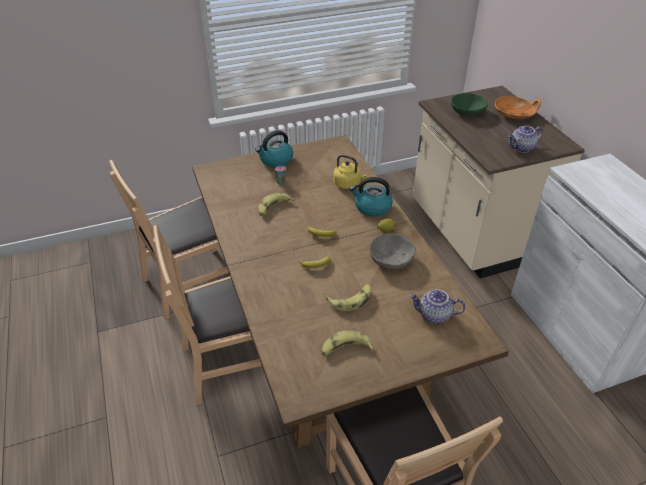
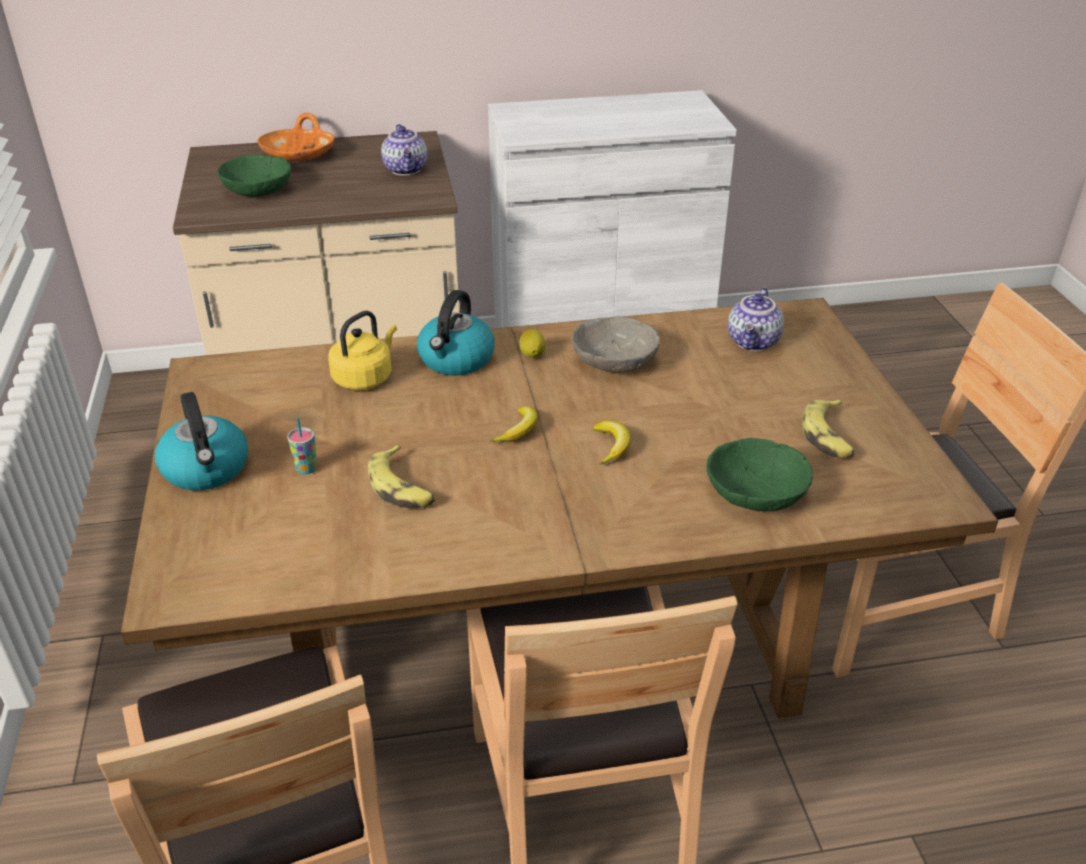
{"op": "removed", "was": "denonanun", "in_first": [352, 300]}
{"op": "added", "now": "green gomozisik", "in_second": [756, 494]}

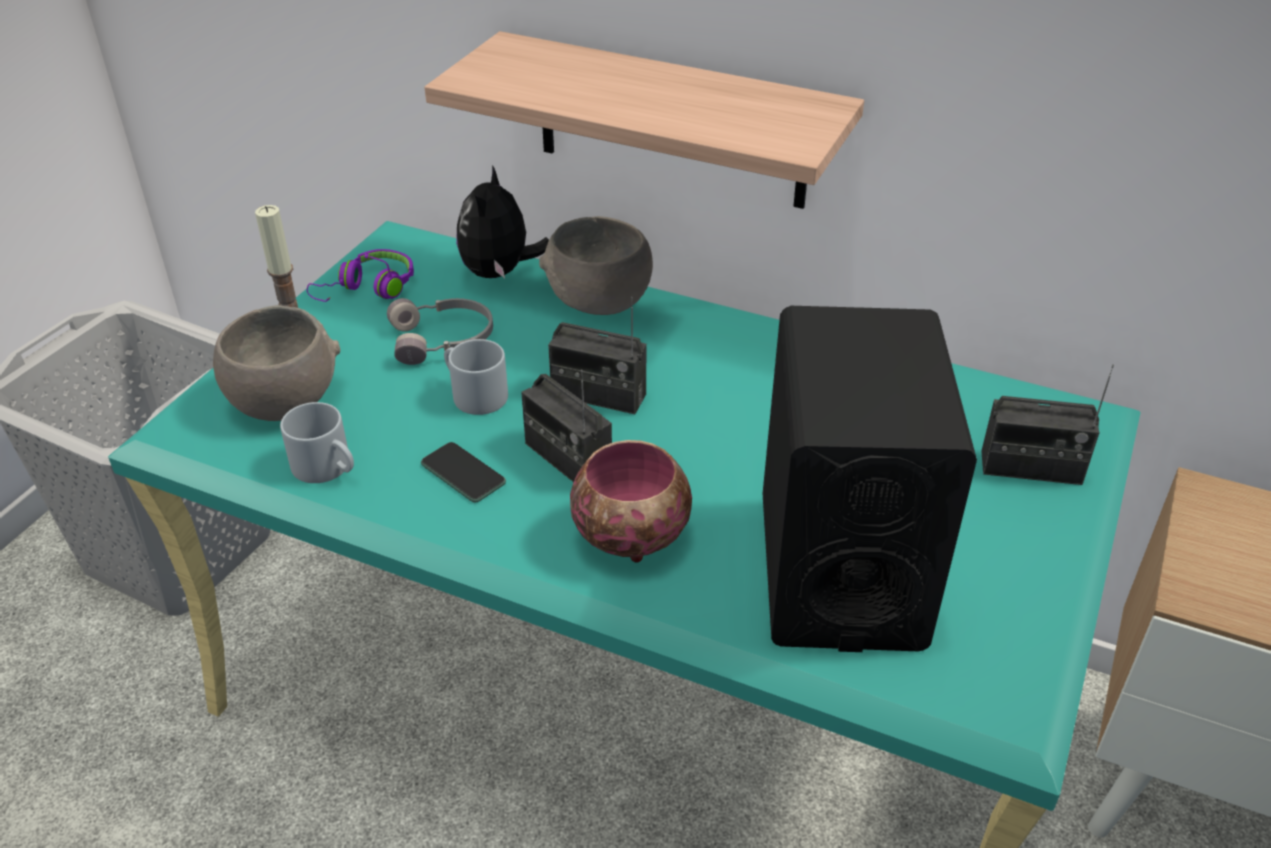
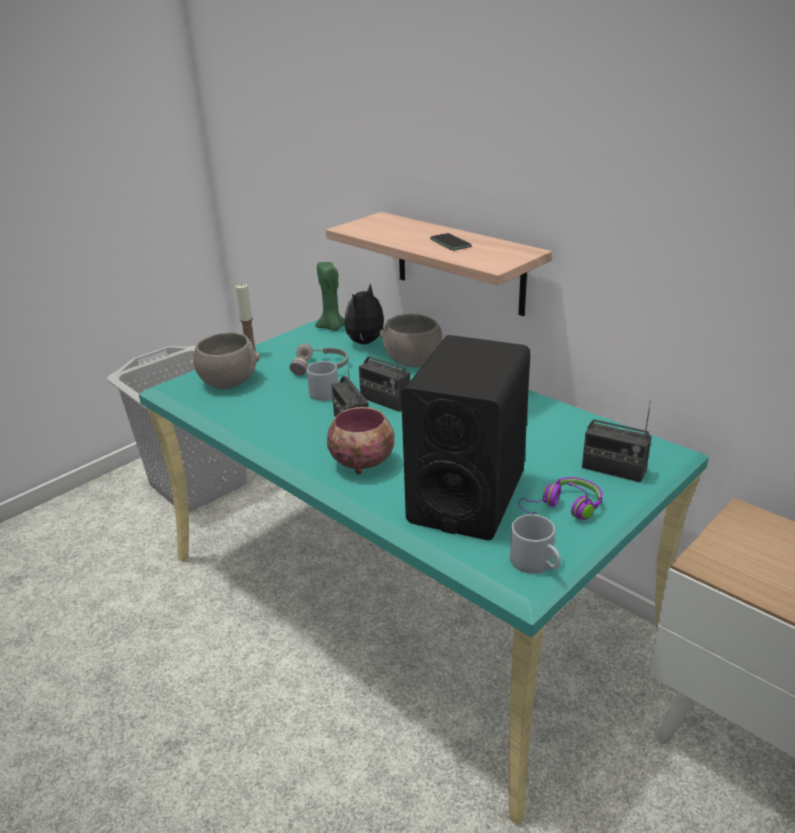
{"op": "added", "now": "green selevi", "in_second": [332, 328]}
{"op": "moved", "was": "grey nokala", "in_first": [329, 467], "in_second": [537, 563]}
{"op": "moved", "was": "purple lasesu", "in_first": [369, 289], "in_second": [564, 508]}
{"op": "moved", "was": "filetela", "in_first": [463, 473], "in_second": [450, 243]}

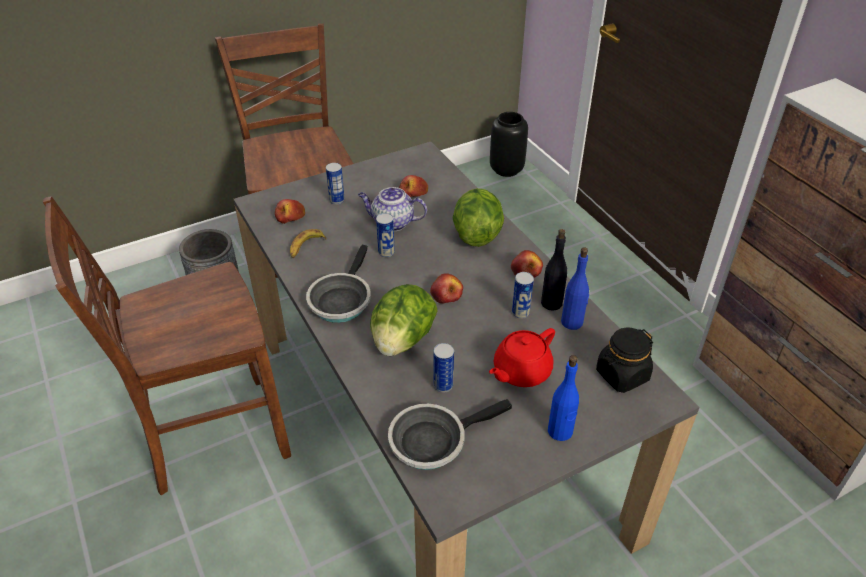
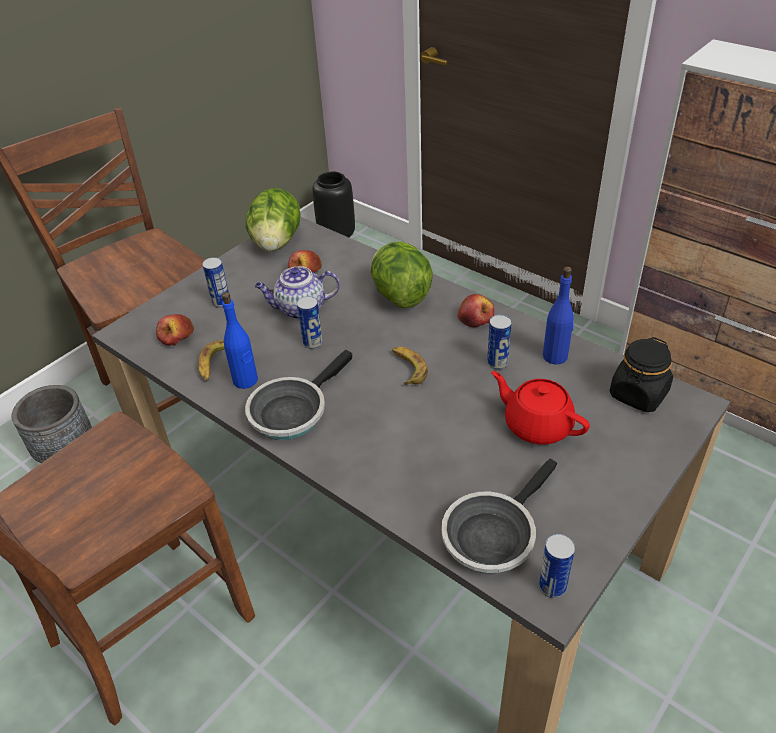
{"op": "removed", "was": "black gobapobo", "in_first": [551, 303]}
{"op": "moved", "was": "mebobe", "in_first": [402, 340], "in_second": [276, 243]}
{"op": "moved", "was": "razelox", "in_first": [443, 385], "in_second": [552, 587]}
{"op": "moved", "was": "blue gobapobo", "in_first": [560, 431], "in_second": [245, 380]}
{"op": "replaced", "was": "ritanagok", "now": "denonanun", "in_first": [446, 295], "in_second": [407, 368]}
{"op": "turned", "was": "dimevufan", "in_first": [341, 300], "in_second": [292, 411], "clockwise": 45}
{"op": "turned", "was": "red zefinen", "in_first": [520, 371], "in_second": [537, 425], "clockwise": 105}

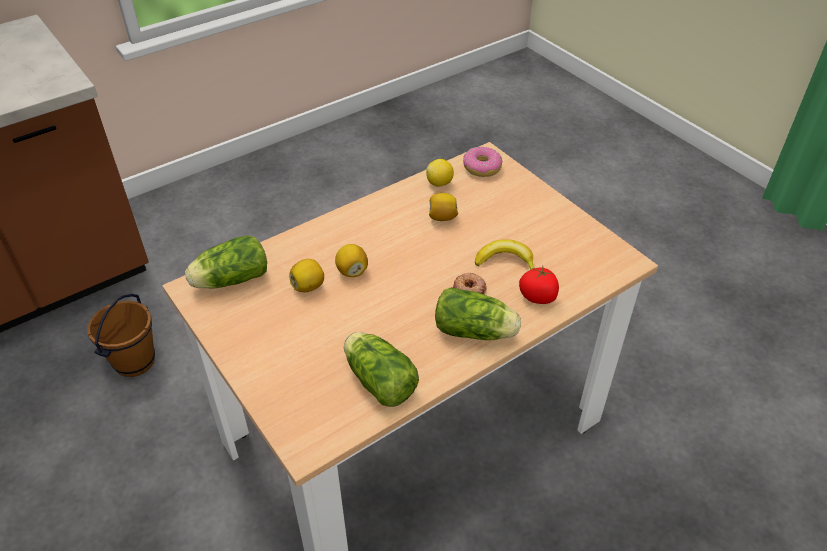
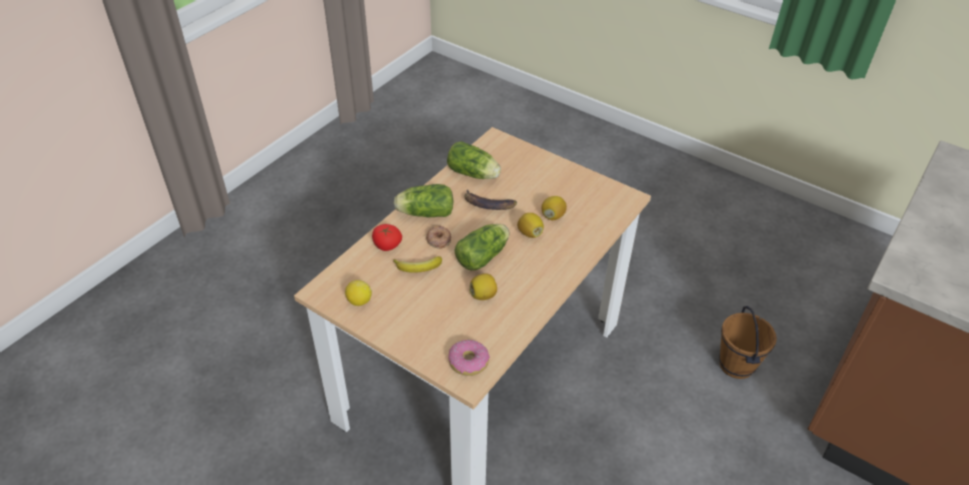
{"op": "added", "now": "denonanun", "in_second": [488, 204]}
{"op": "moved", "was": "mebobe", "in_first": [229, 280], "in_second": [484, 255]}
{"op": "moved", "was": "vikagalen", "in_first": [439, 183], "in_second": [359, 301]}

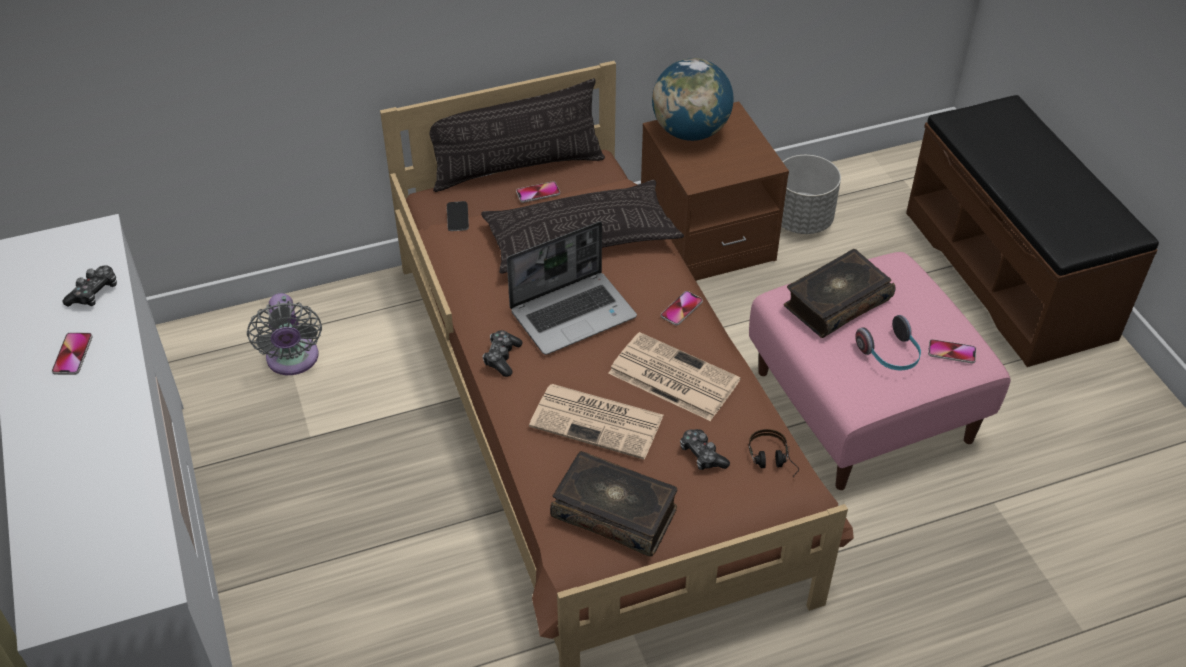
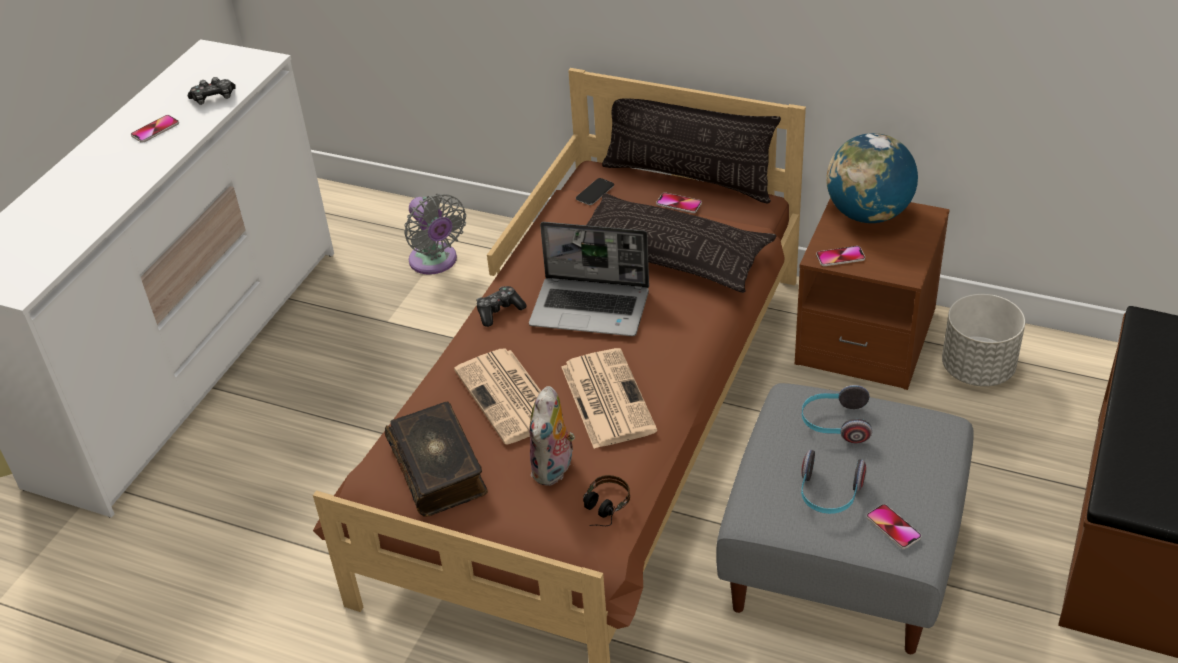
{"op": "moved", "was": "filetela", "in_first": [681, 309], "in_second": [840, 257]}
{"op": "replaced", "was": "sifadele", "now": "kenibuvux", "in_first": [702, 455], "in_second": [554, 470]}
{"op": "replaced", "was": "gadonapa", "now": "lasesu", "in_first": [836, 302], "in_second": [835, 424]}
{"op": "recoloured", "was": "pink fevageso", "now": "grey fevageso", "in_first": [861, 406], "in_second": [840, 556]}
{"op": "turned", "was": "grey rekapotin", "in_first": [293, 361], "in_second": [435, 262], "clockwise": -60}

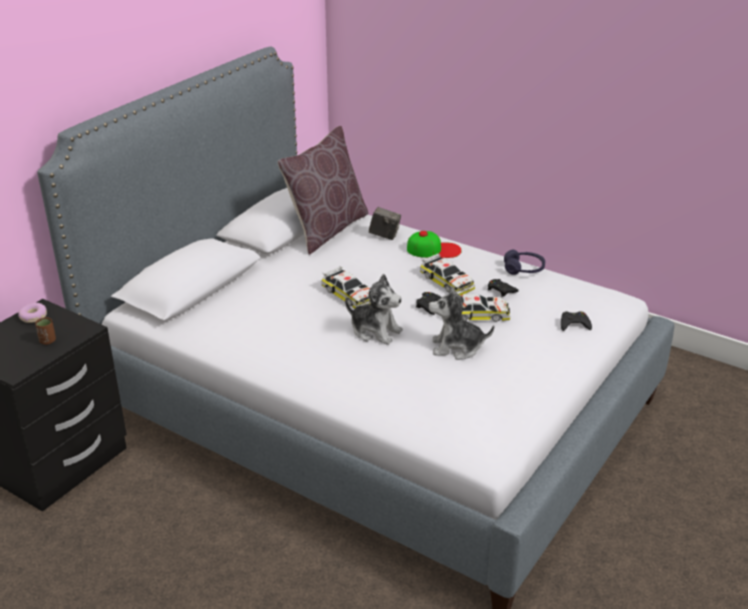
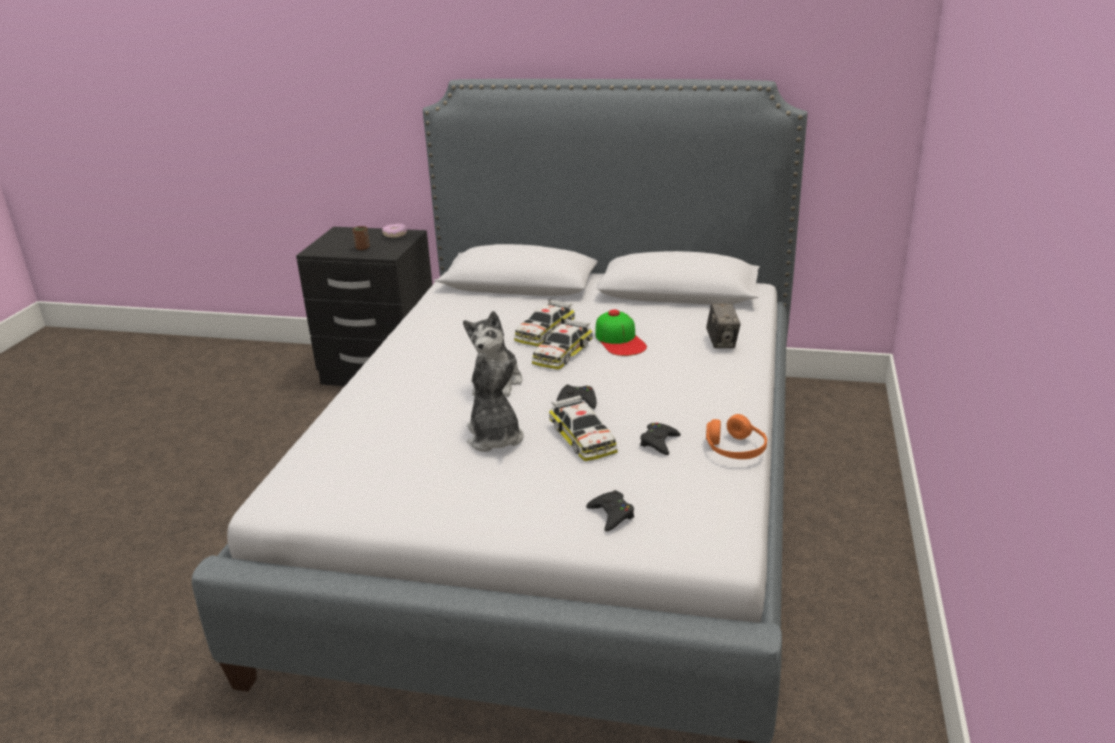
{"op": "removed", "was": "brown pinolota", "in_first": [326, 229]}
{"op": "moved", "was": "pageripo", "in_first": [434, 250], "in_second": [620, 340]}
{"op": "moved", "was": "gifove", "in_first": [447, 281], "in_second": [544, 331]}
{"op": "recoloured", "was": "purple lasesu", "now": "orange lasesu", "in_first": [523, 269], "in_second": [735, 449]}

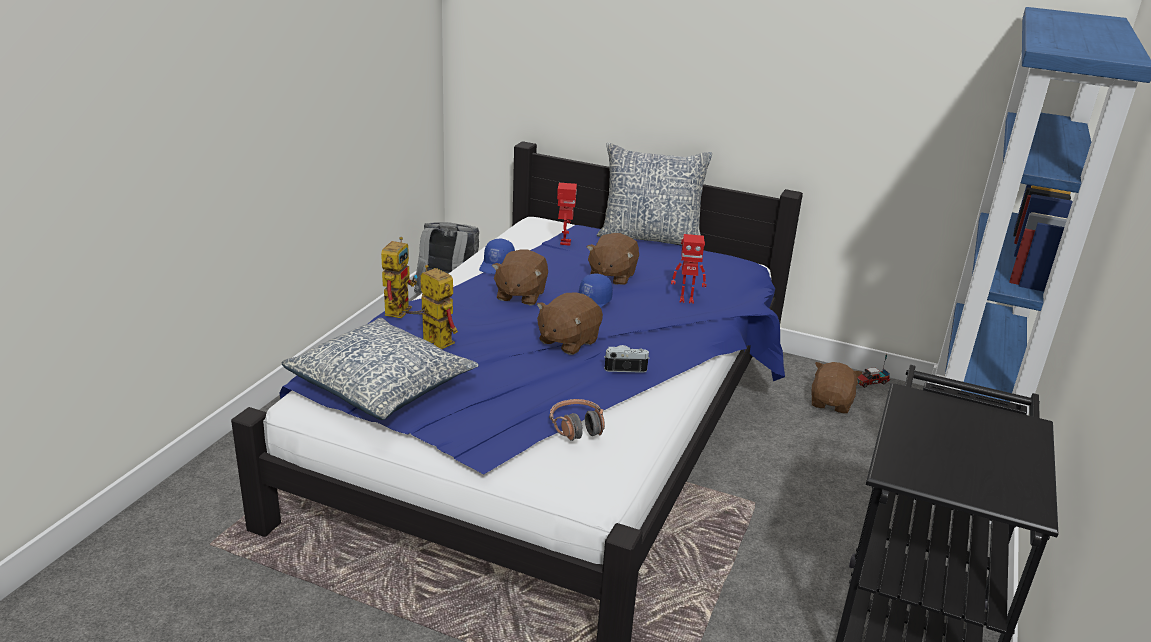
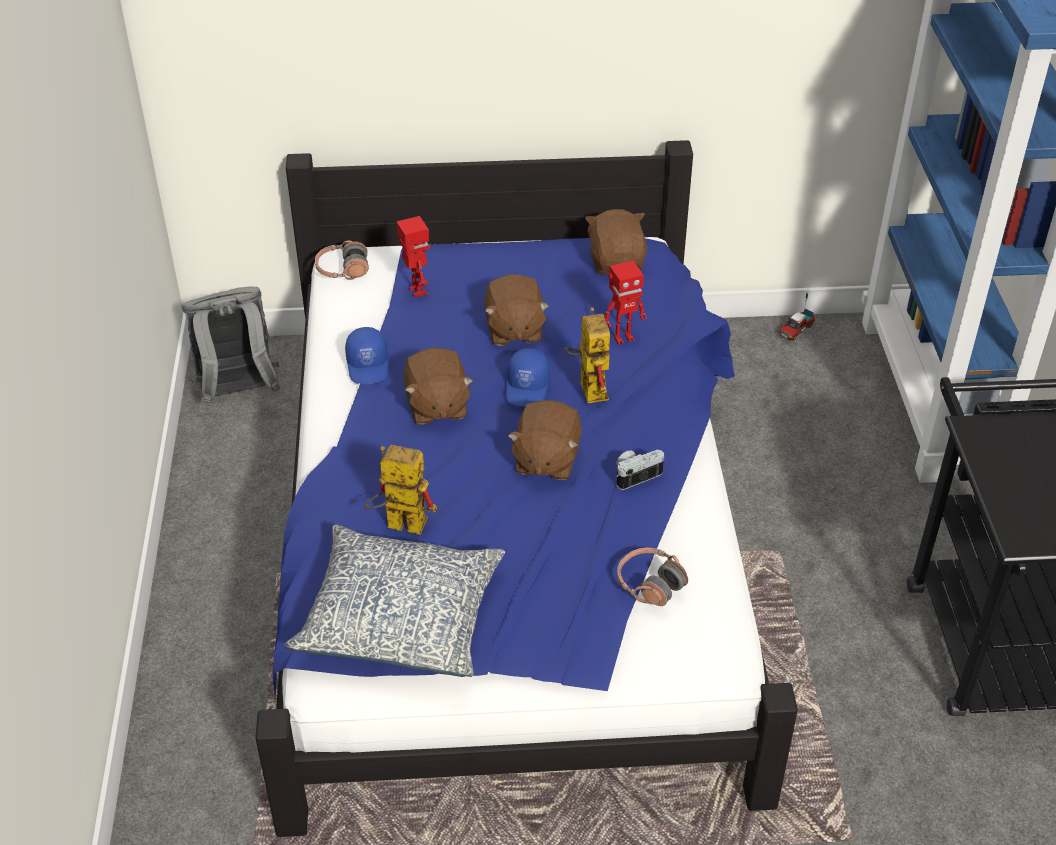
{"op": "removed", "was": "pinolota", "in_first": [650, 237]}
{"op": "added", "now": "lasesu", "in_second": [342, 270]}
{"op": "moved", "was": "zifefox", "in_first": [398, 308], "in_second": [588, 386]}
{"op": "moved", "was": "brown kenibuvux", "in_first": [831, 403], "in_second": [617, 262]}

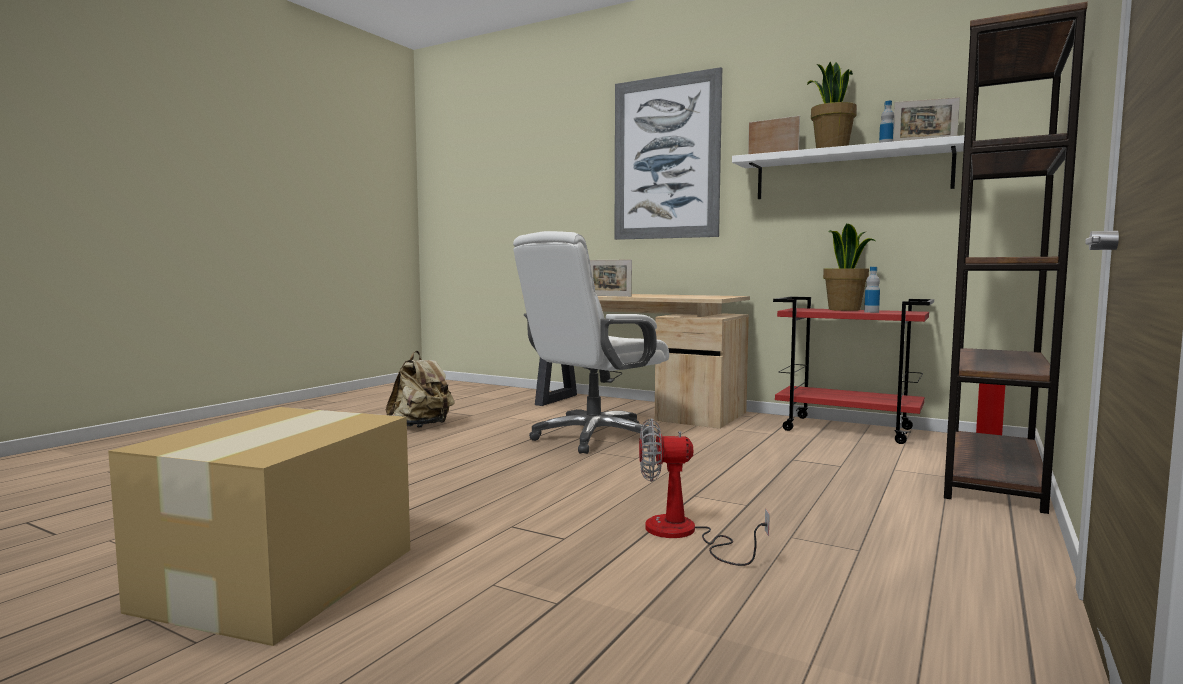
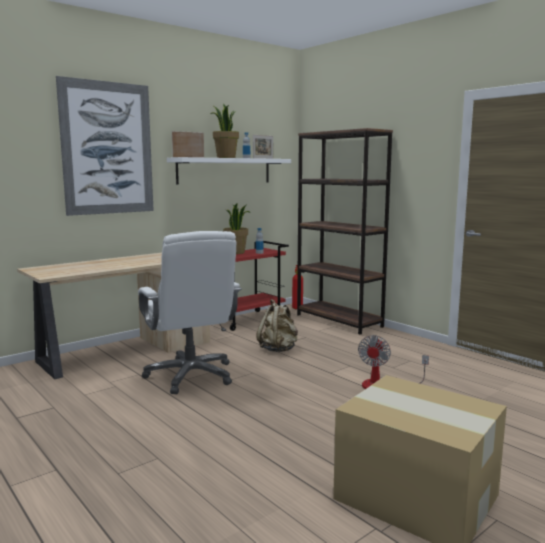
{"op": "removed", "was": "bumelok", "in_first": [609, 296]}
{"op": "moved", "was": "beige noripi", "in_first": [421, 426], "in_second": [278, 349]}

